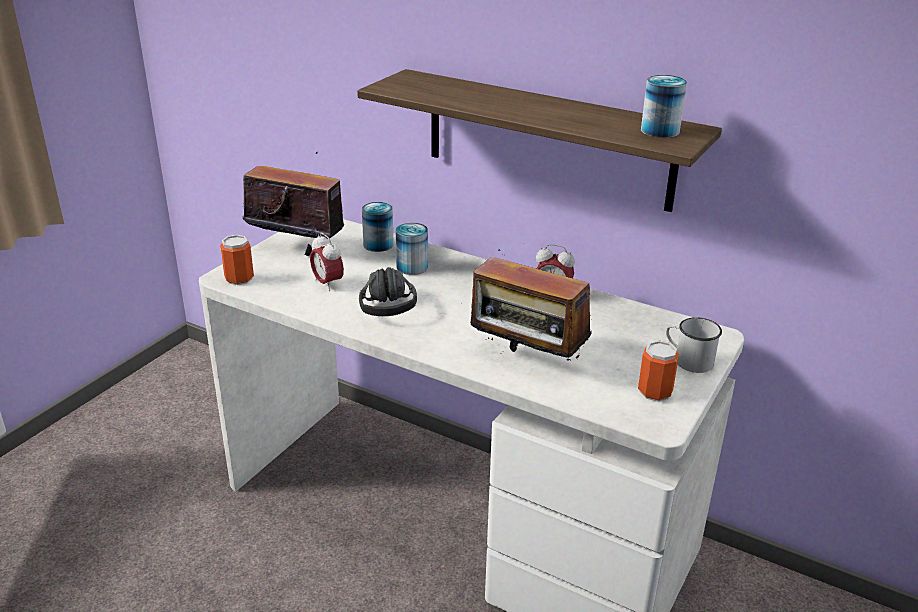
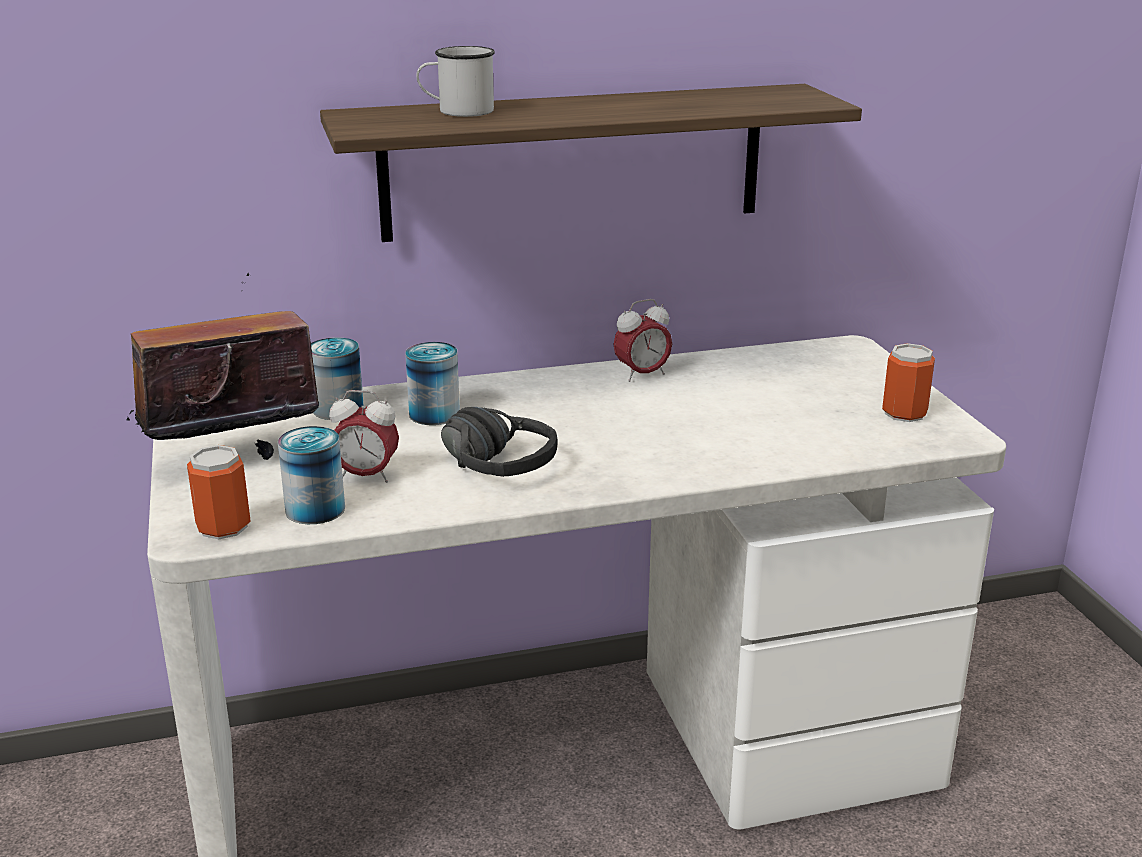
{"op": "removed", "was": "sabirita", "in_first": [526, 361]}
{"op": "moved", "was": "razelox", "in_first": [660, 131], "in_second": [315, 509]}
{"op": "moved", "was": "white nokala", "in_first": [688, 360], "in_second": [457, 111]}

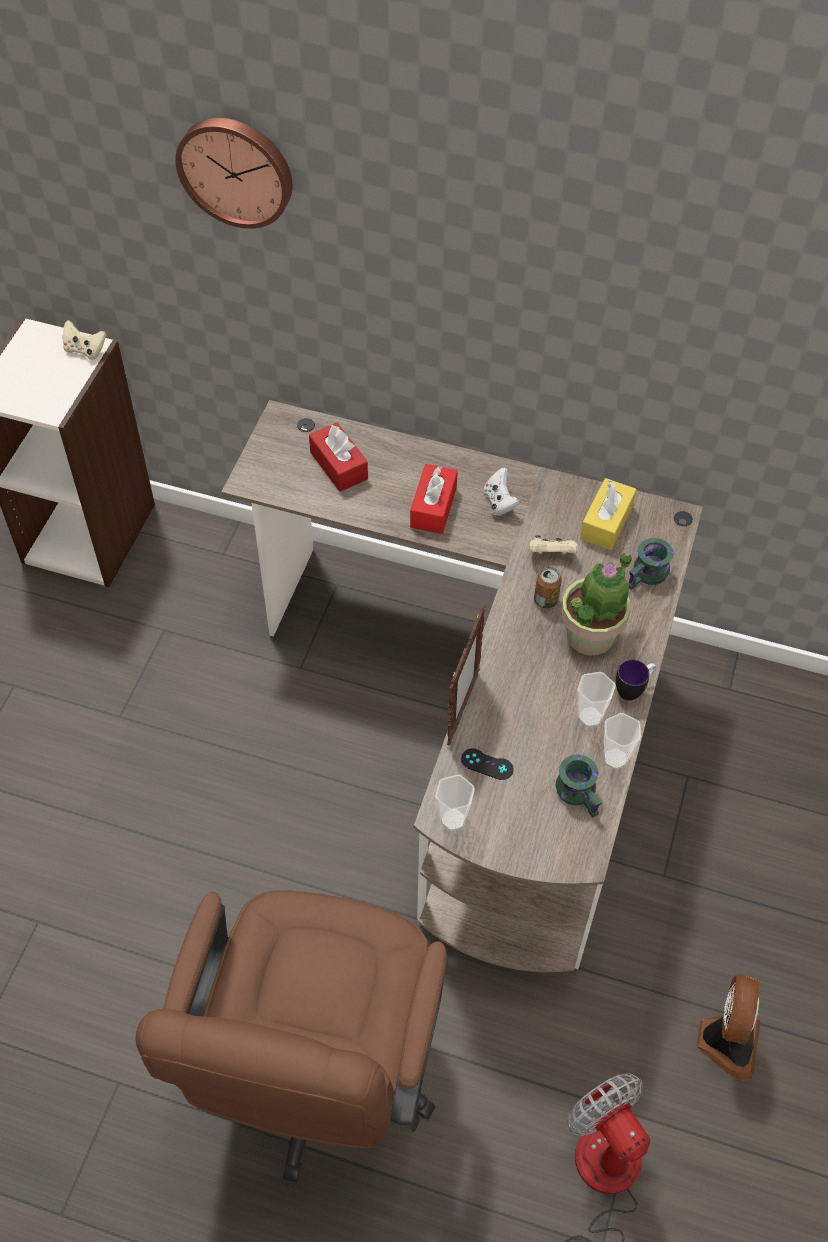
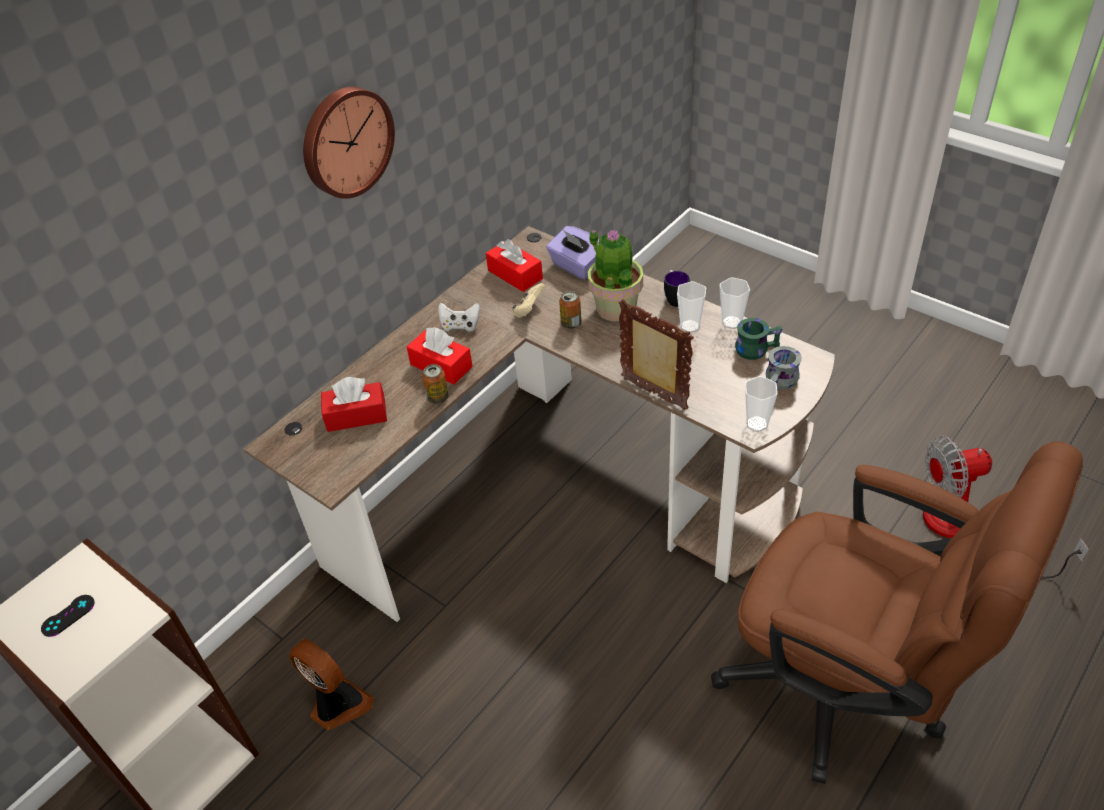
{"op": "removed", "was": "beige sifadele", "in_first": [85, 350]}
{"op": "added", "now": "razelox", "in_second": [438, 398]}
{"op": "added", "now": "grey nokala", "in_second": [782, 383]}
{"op": "moved", "was": "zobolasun", "in_first": [236, 170], "in_second": [345, 141]}
{"op": "moved", "was": "black sifadele", "in_first": [487, 764], "in_second": [68, 616]}
{"op": "moved", "was": "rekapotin", "in_first": [726, 1041], "in_second": [337, 705]}
{"op": "replaced", "was": "green nokala", "now": "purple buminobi", "in_first": [648, 576], "in_second": [577, 266]}
{"op": "recoloured", "was": "yellow buminobi", "now": "red buminobi", "in_first": [606, 522], "in_second": [515, 275]}

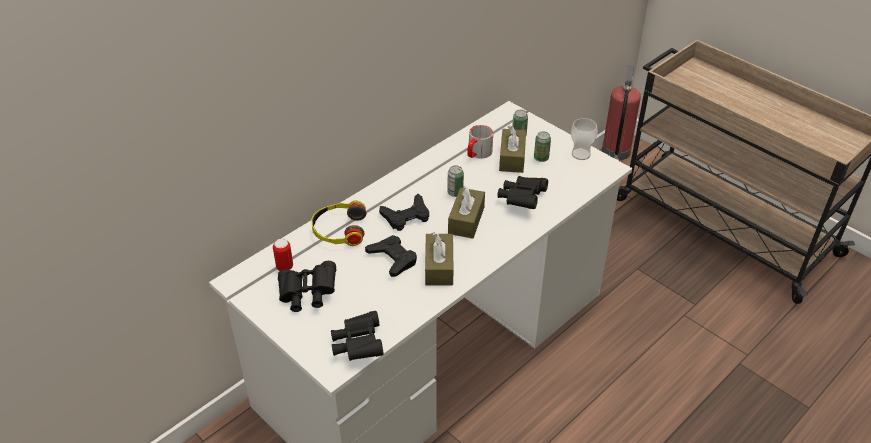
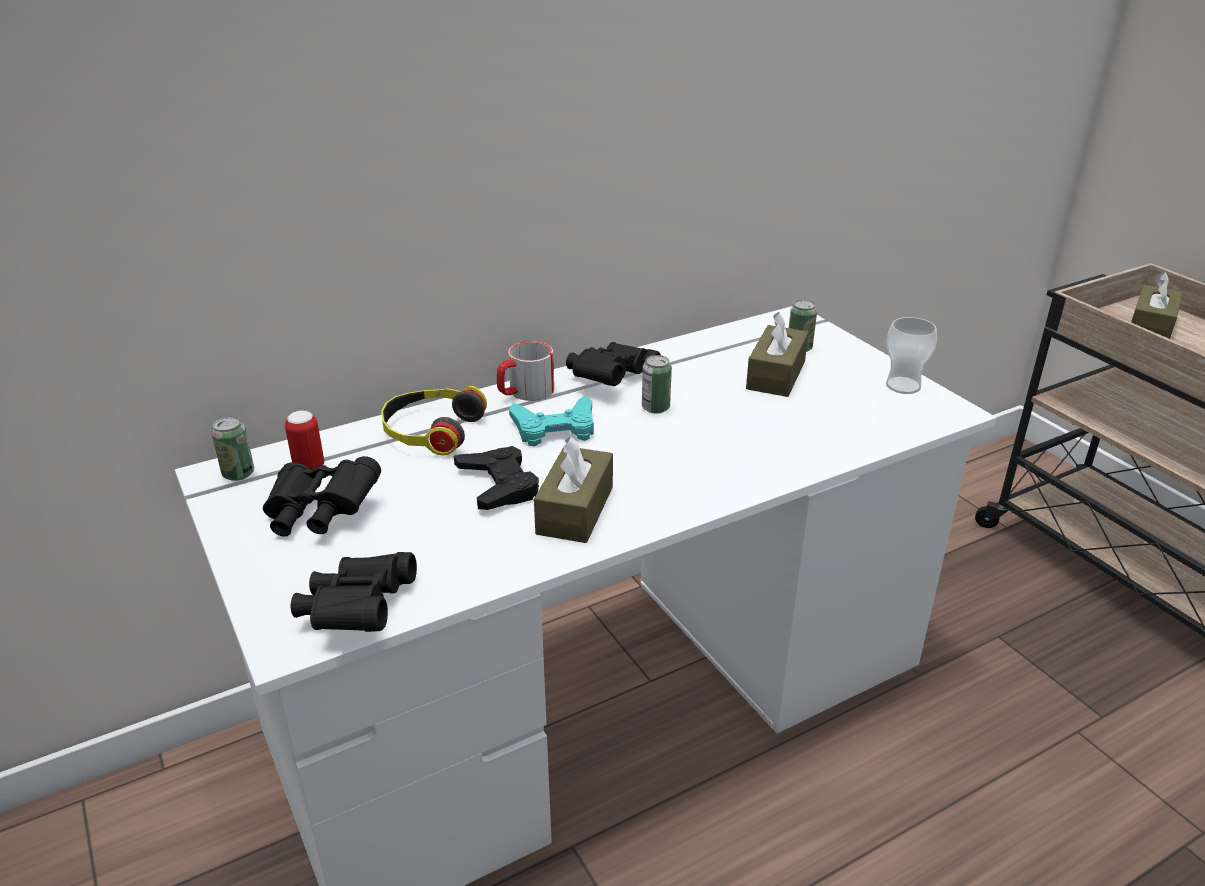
{"op": "removed", "was": "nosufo", "in_first": [616, 152]}
{"op": "moved", "was": "brown buminobi", "in_first": [466, 220], "in_second": [1150, 327]}
{"op": "moved", "was": "nokala", "in_first": [477, 153], "in_second": [525, 392]}
{"op": "moved", "was": "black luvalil", "in_first": [522, 199], "in_second": [610, 379]}
{"op": "moved", "was": "razelox", "in_first": [541, 158], "in_second": [238, 474]}
{"op": "recoloured", "was": "black sifadele", "now": "turquoise sifadele", "in_first": [406, 216], "in_second": [555, 428]}

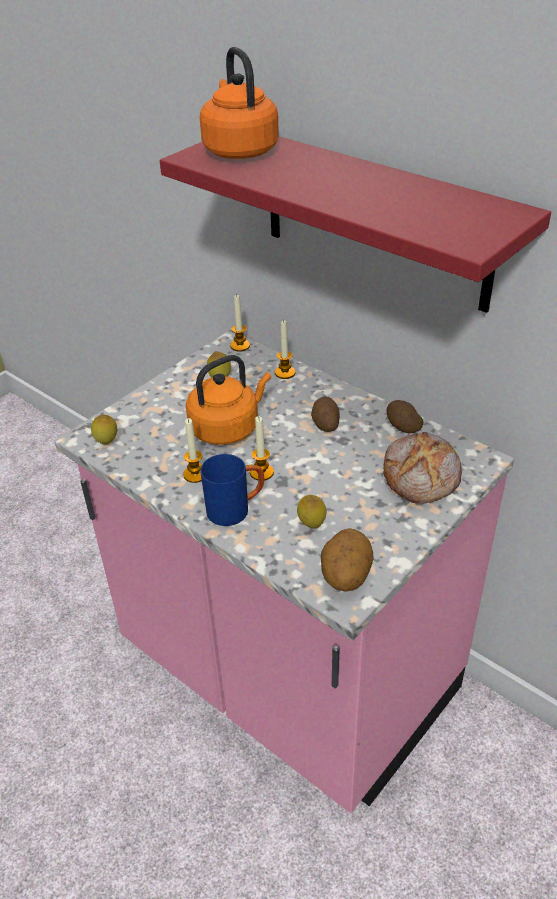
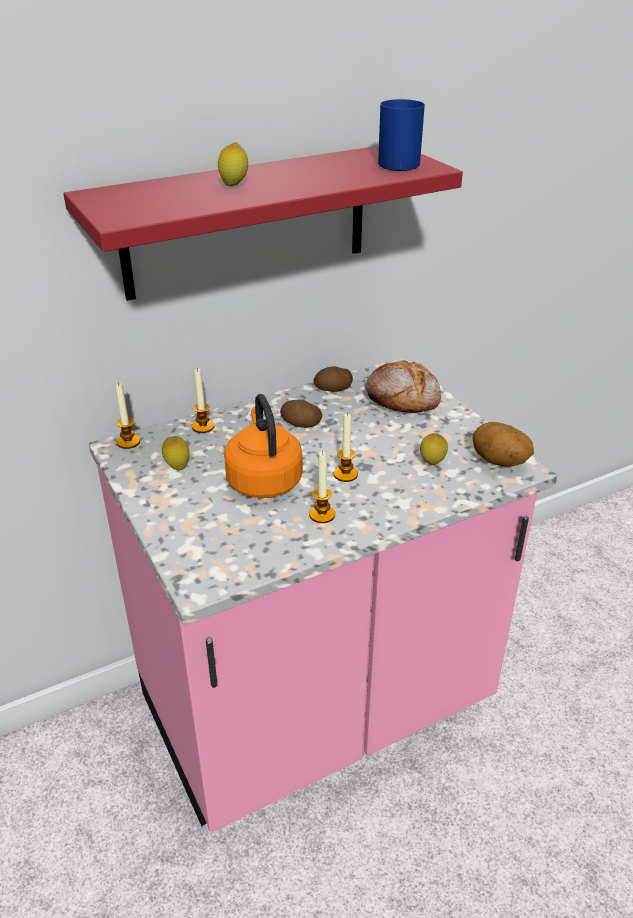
{"op": "removed", "was": "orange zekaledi", "in_first": [239, 150]}
{"op": "moved", "was": "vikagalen", "in_first": [107, 443], "in_second": [234, 186]}
{"op": "moved", "was": "blue nokala", "in_first": [236, 509], "in_second": [398, 163]}

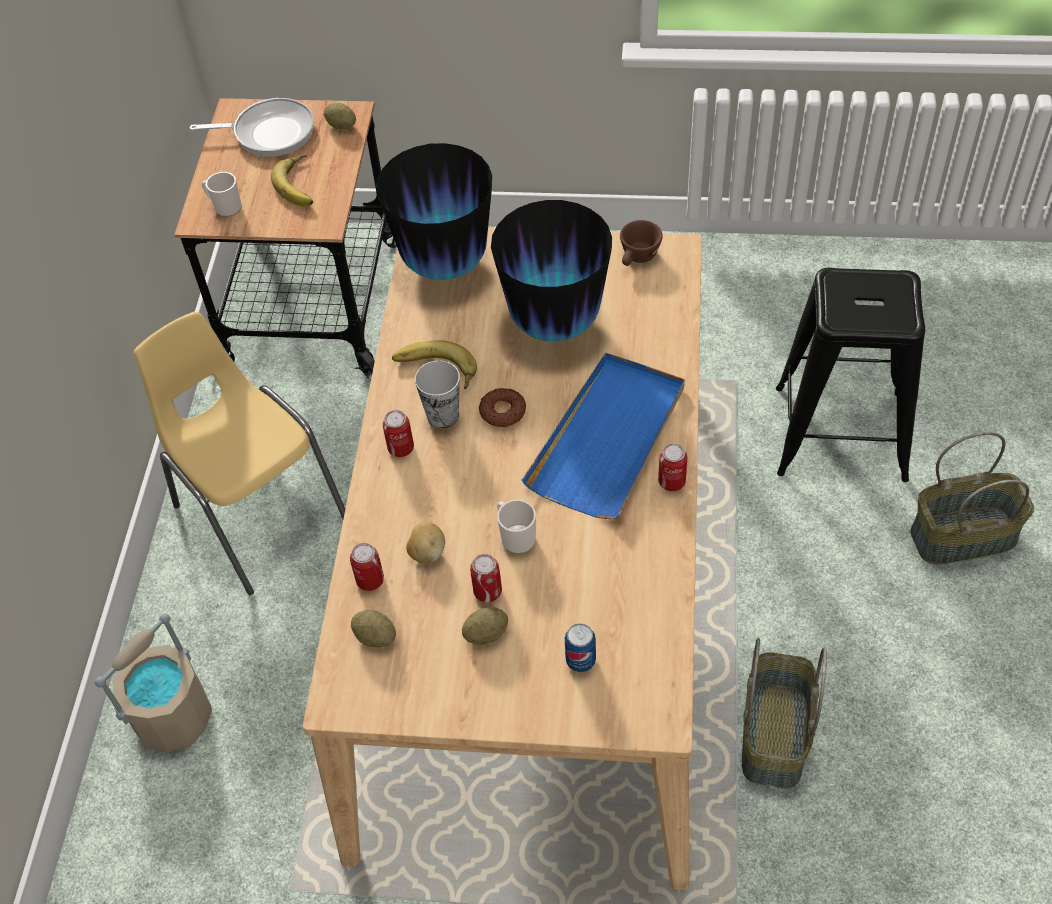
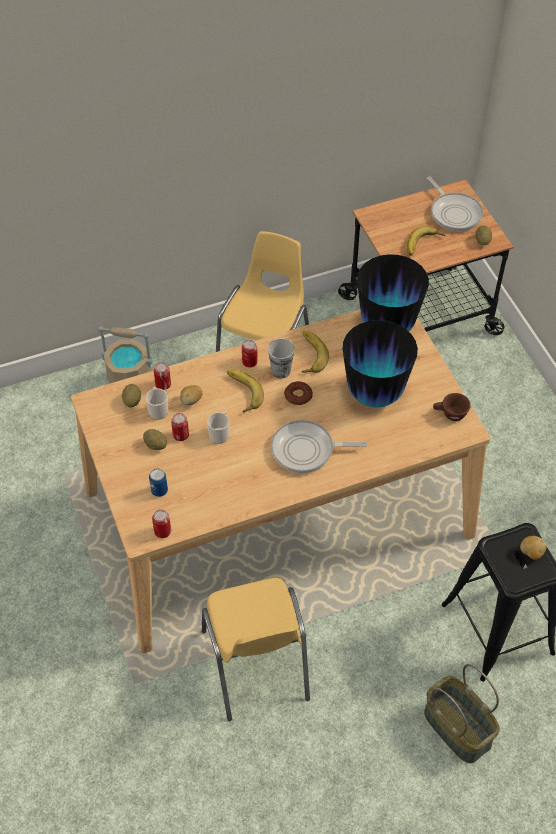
{"op": "added", "now": "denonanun", "in_second": [241, 393]}
{"op": "added", "now": "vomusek", "in_second": [531, 553]}
{"op": "moved", "was": "nokala", "in_first": [225, 207], "in_second": [158, 410]}
{"op": "moved", "was": "razelox", "in_first": [671, 481], "in_second": [162, 531]}
{"op": "replaced", "was": "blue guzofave", "now": "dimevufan", "in_first": [609, 439], "in_second": [306, 450]}
{"op": "replaced", "was": "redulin", "now": "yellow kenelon", "in_first": [776, 736], "in_second": [256, 666]}

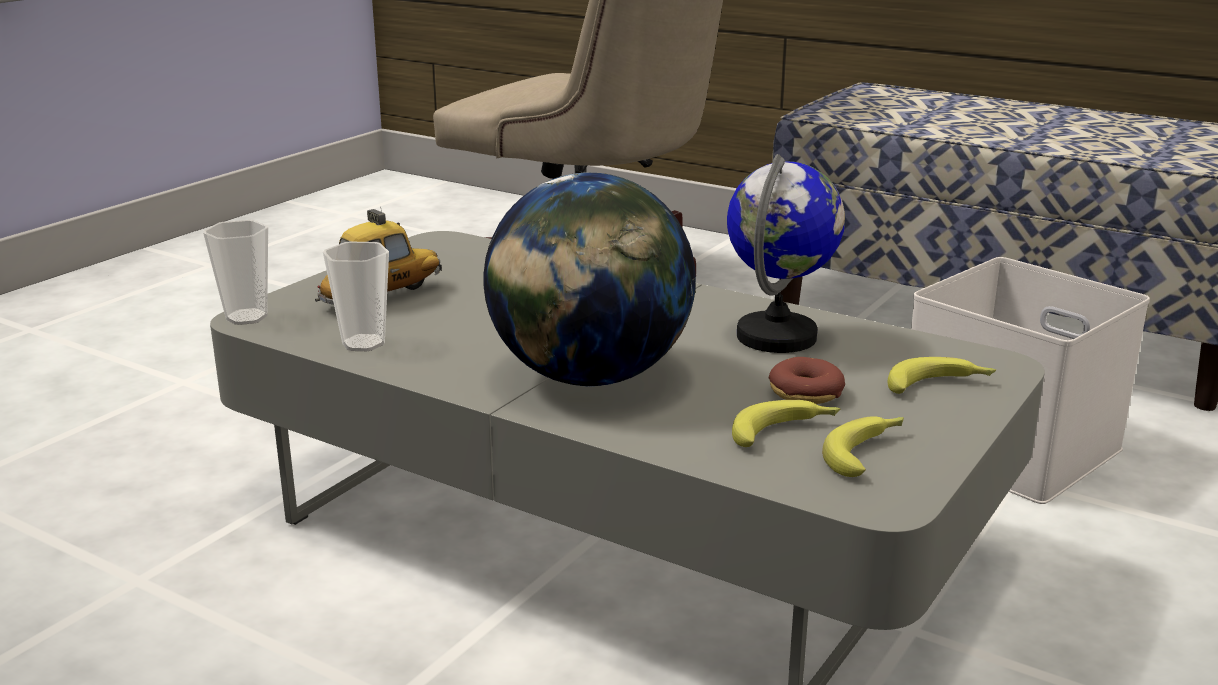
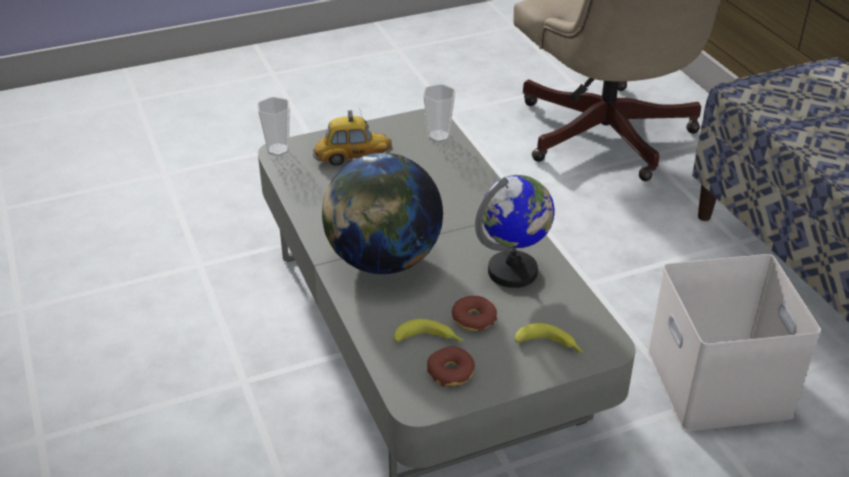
{"op": "moved", "was": "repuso", "in_first": [363, 343], "in_second": [438, 136]}
{"op": "replaced", "was": "denonanun", "now": "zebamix", "in_first": [867, 453], "in_second": [451, 372]}

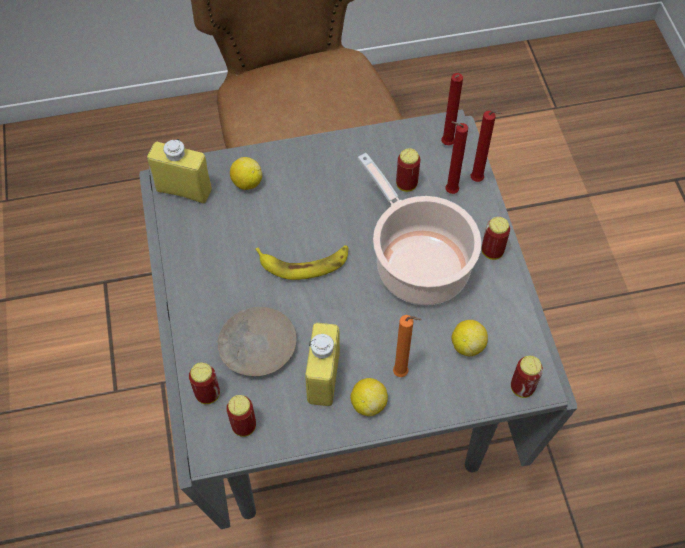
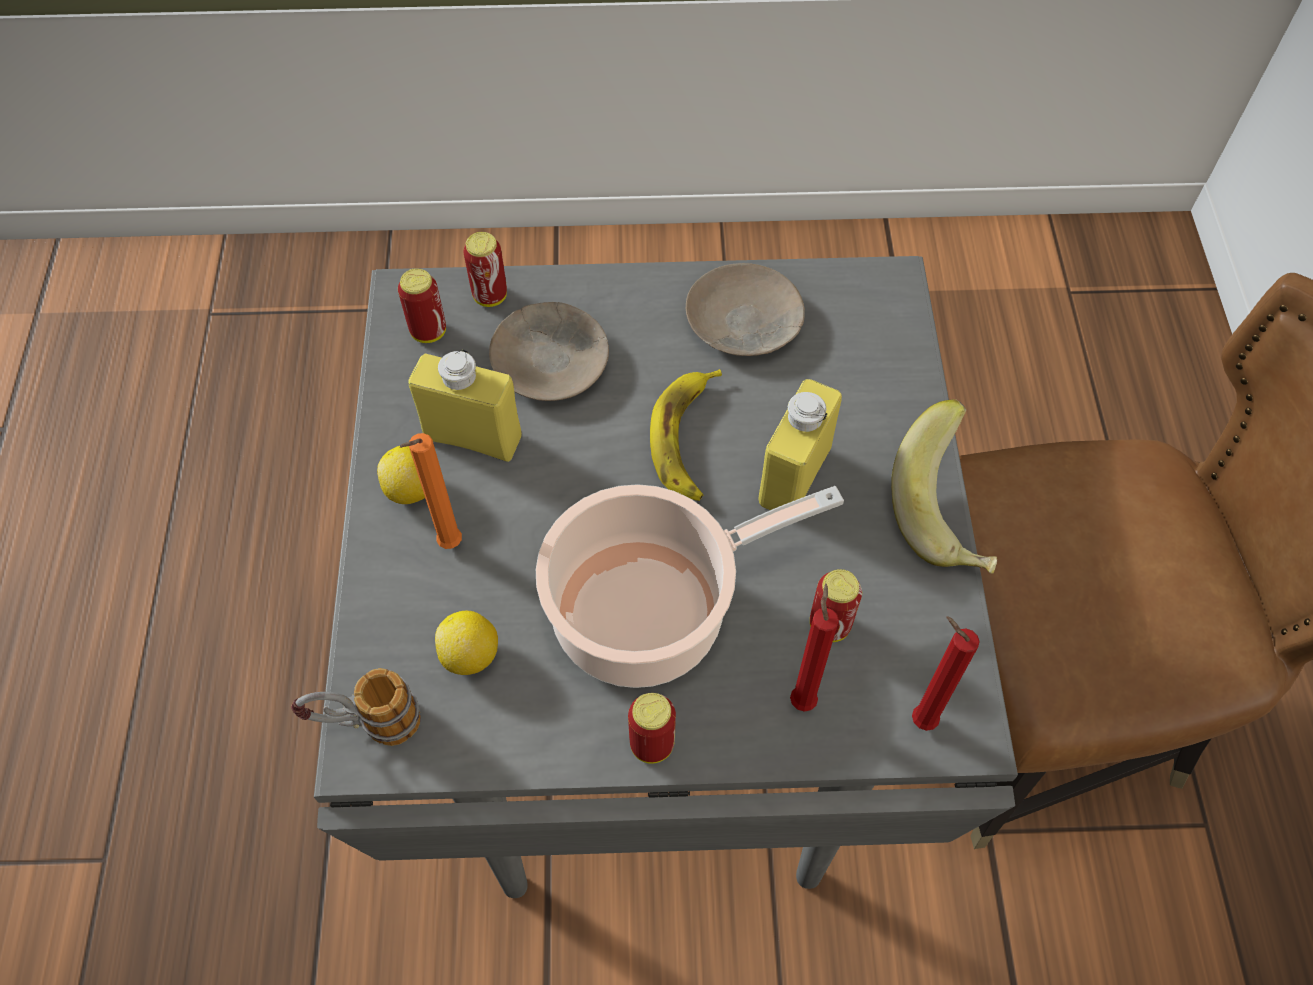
{"op": "removed", "was": "vikagalen", "in_first": [247, 182]}
{"op": "removed", "was": "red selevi", "in_first": [478, 181]}
{"op": "added", "now": "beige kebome", "in_second": [744, 321]}
{"op": "added", "now": "denonanun", "in_second": [947, 513]}
{"op": "moved", "was": "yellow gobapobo", "in_first": [184, 190], "in_second": [794, 476]}
{"op": "replaced", "was": "razelox", "now": "nokala", "in_first": [522, 387], "in_second": [366, 725]}

